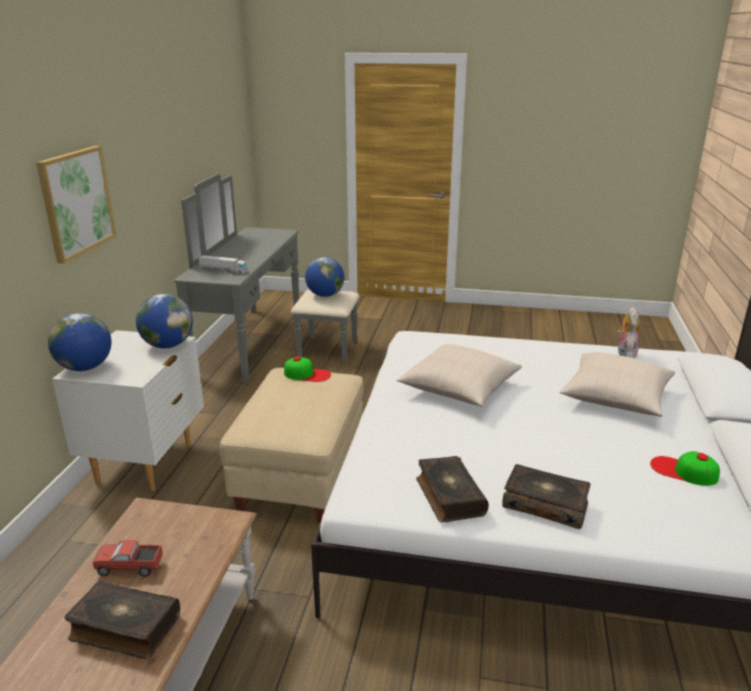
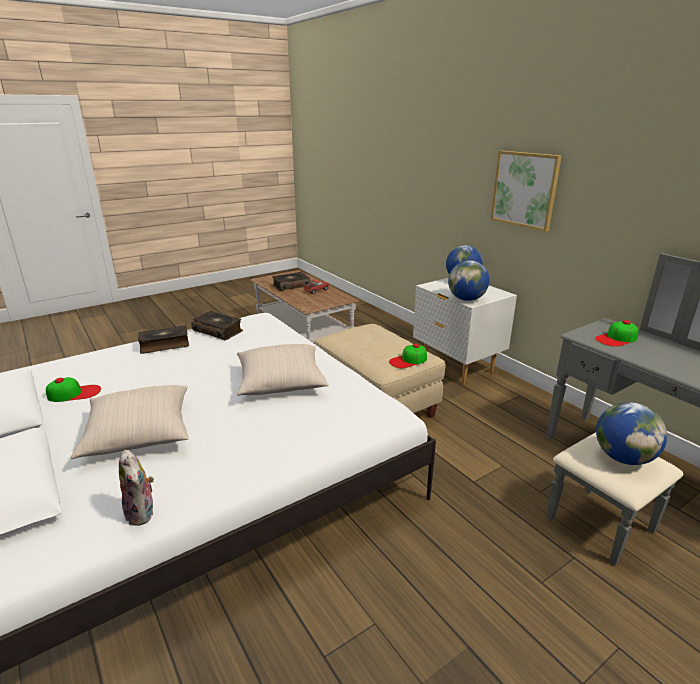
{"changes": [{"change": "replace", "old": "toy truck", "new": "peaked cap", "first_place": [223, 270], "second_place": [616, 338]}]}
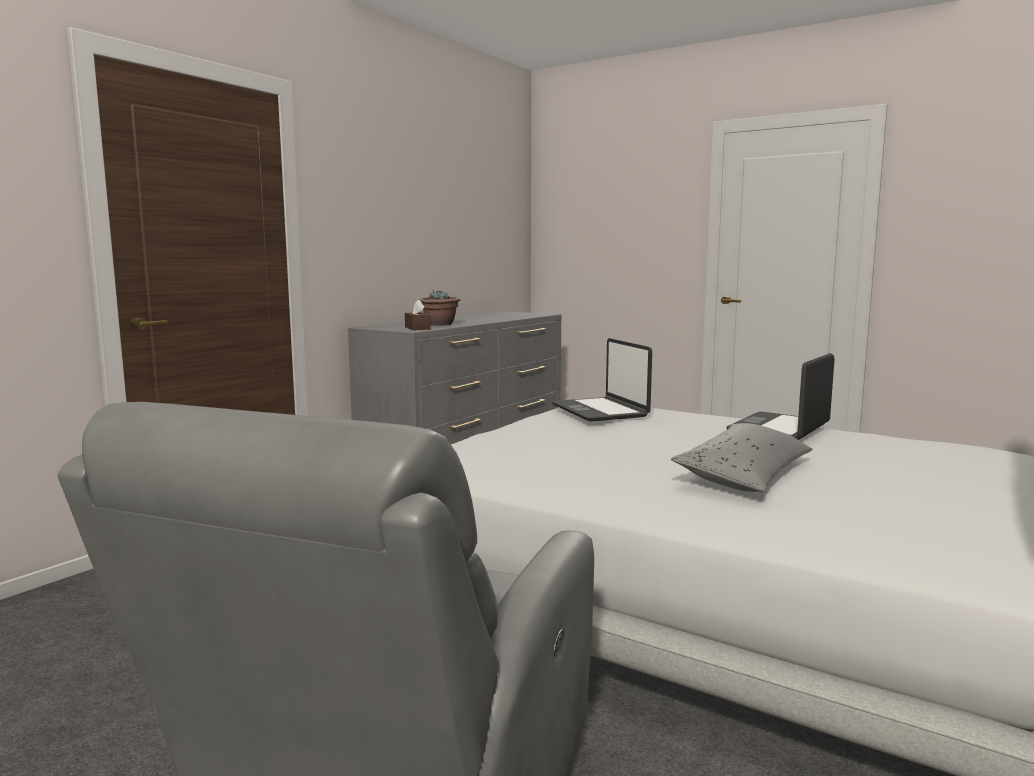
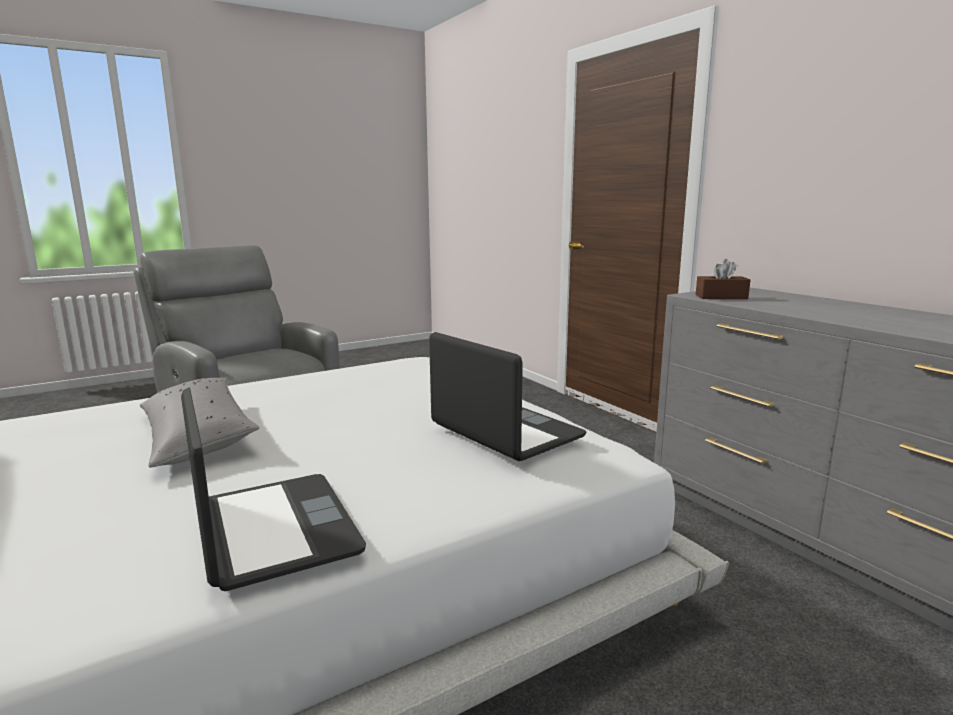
{"changes": [{"change": "rotate", "old": "laptop", "first_place": [600, 411], "second_place": [505, 432], "degrees": 45}, {"change": "delete", "old": "plant in a pot", "first_place": [439, 324]}]}
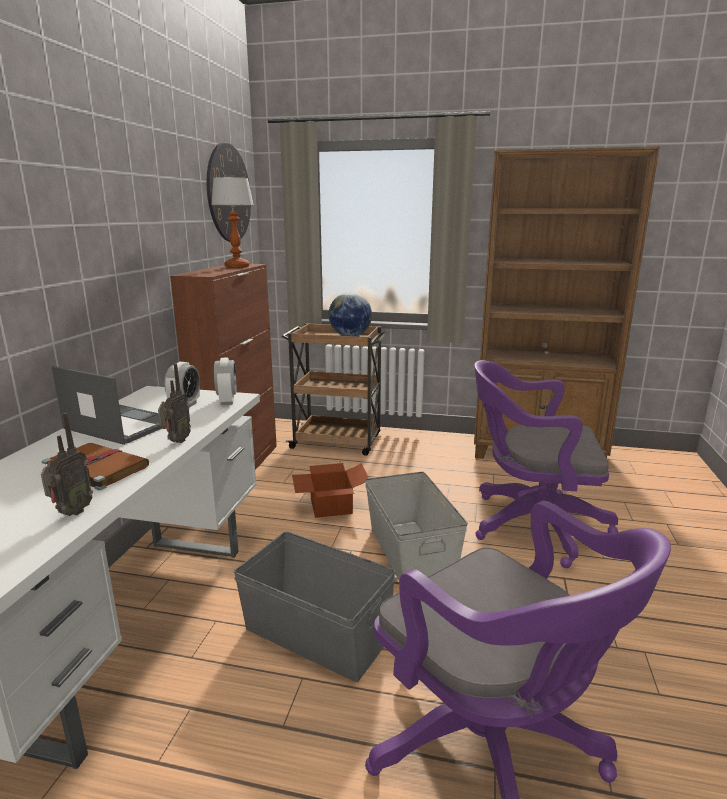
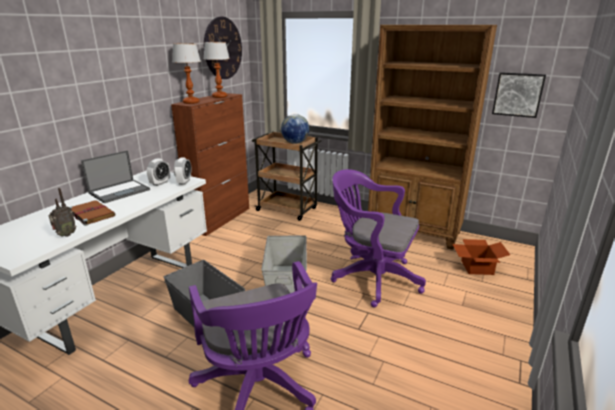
{"changes": [{"change": "rotate", "old": "laptop", "first_place": [120, 425], "second_place": [120, 191], "degrees": 90}, {"change": "insert", "new": "tabletop lamp", "second_place": [191, 102]}, {"change": "move", "old": "cardboard box", "first_place": [329, 505], "second_place": [476, 267]}, {"change": "insert", "new": "wall art", "second_place": [518, 94]}, {"change": "delete", "old": "radio", "first_place": [176, 441]}]}
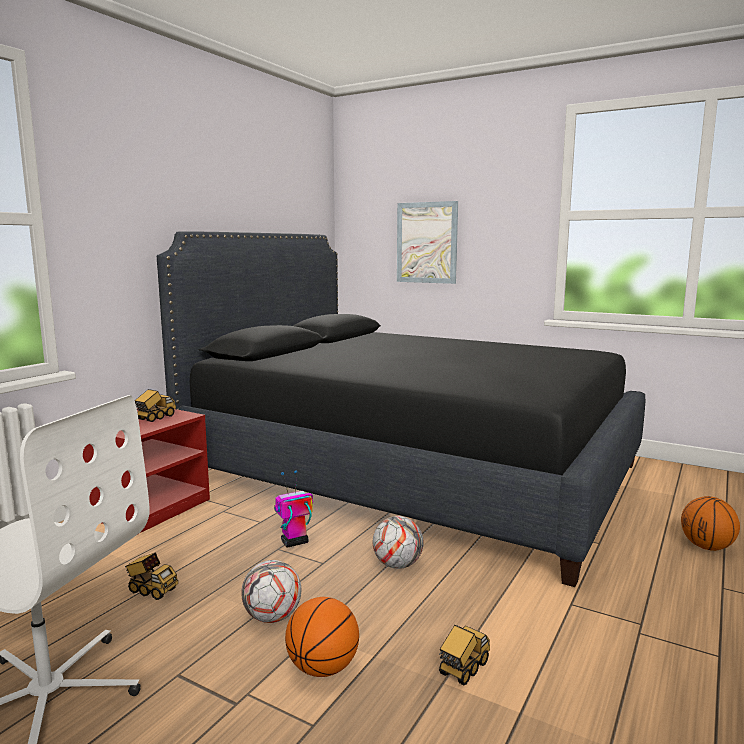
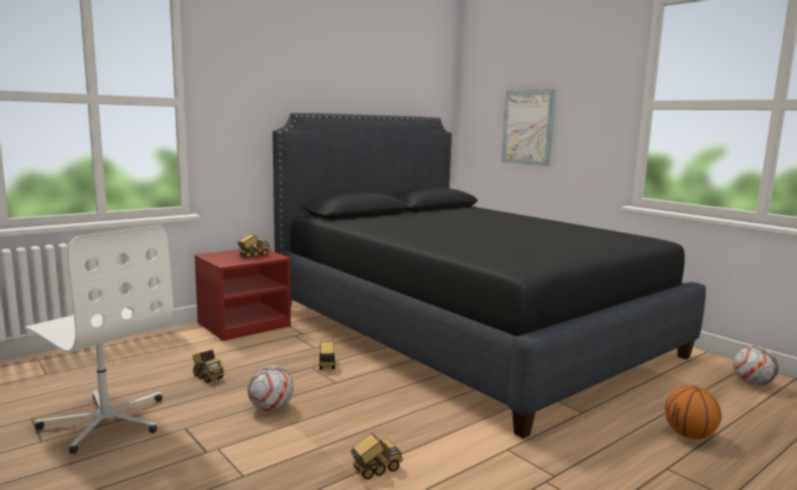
{"changes": [{"change": "replace", "old": "toy robot", "new": "toy truck", "first_place": [294, 542], "second_place": [327, 365]}, {"change": "move", "old": "football ball", "first_place": [397, 565], "second_place": [752, 383]}, {"change": "delete", "old": "ball for basketball", "first_place": [323, 668]}]}
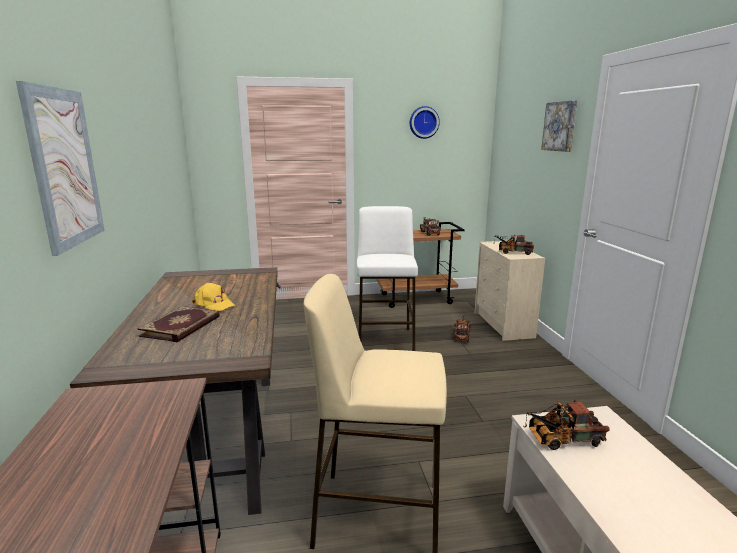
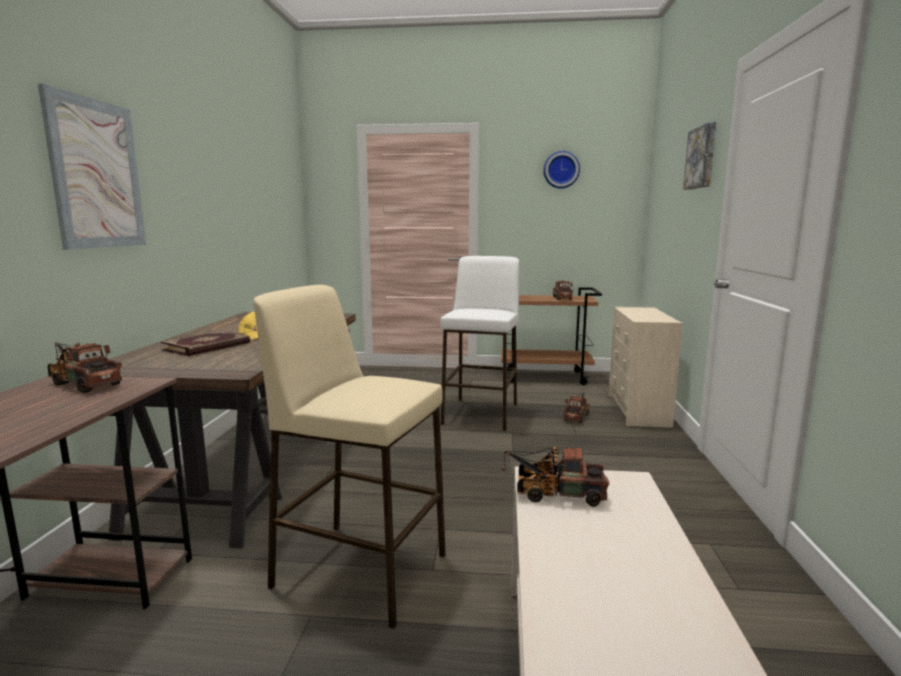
{"changes": [{"change": "move", "old": "toy truck", "first_place": [512, 252], "second_place": [83, 383]}]}
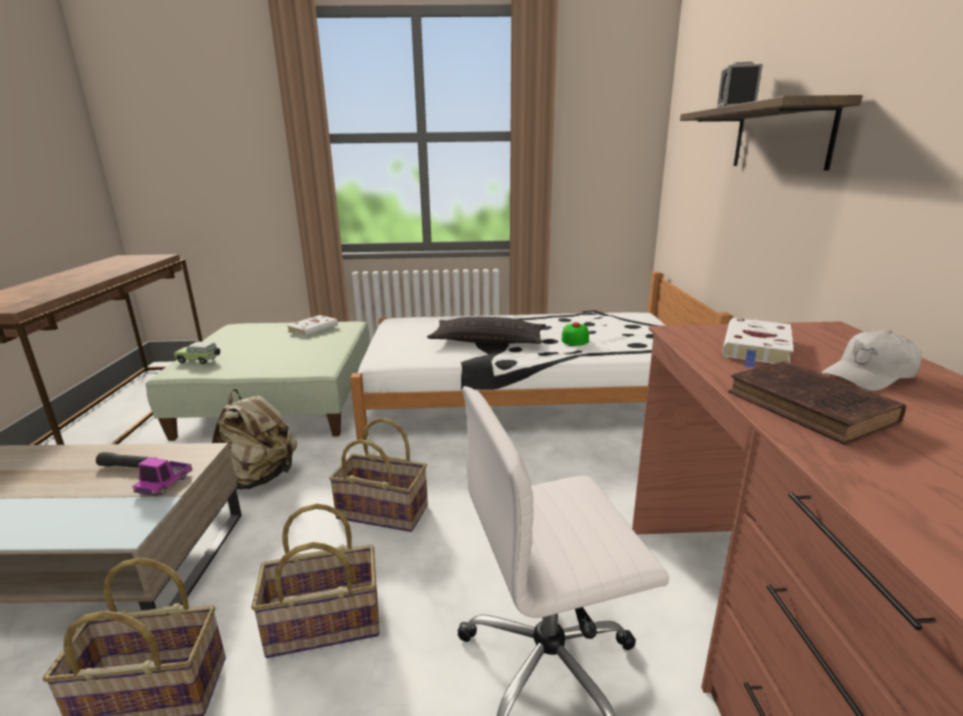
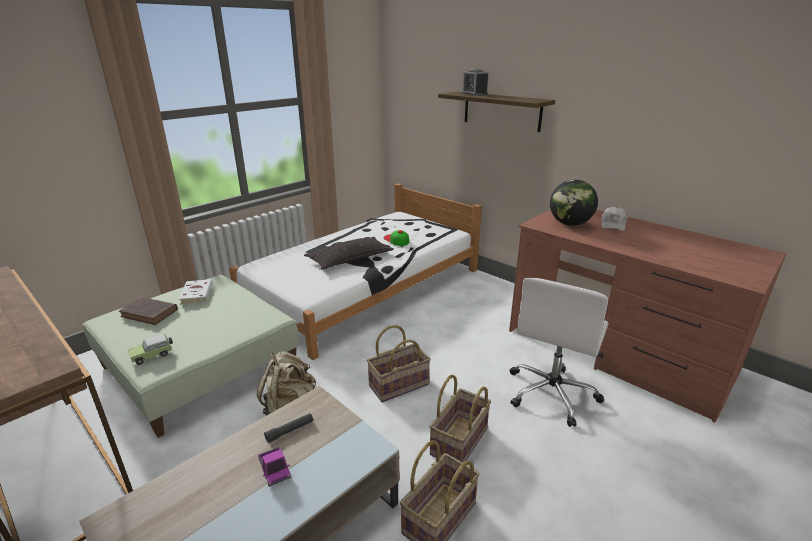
{"changes": [{"change": "move", "old": "brown-coloured volume", "first_place": [812, 409], "second_place": [150, 313]}, {"change": "move", "old": "toy truck", "first_place": [165, 484], "second_place": [274, 470]}, {"change": "replace", "old": "white-coloured volume", "new": "globe", "first_place": [757, 348], "second_place": [570, 224]}]}
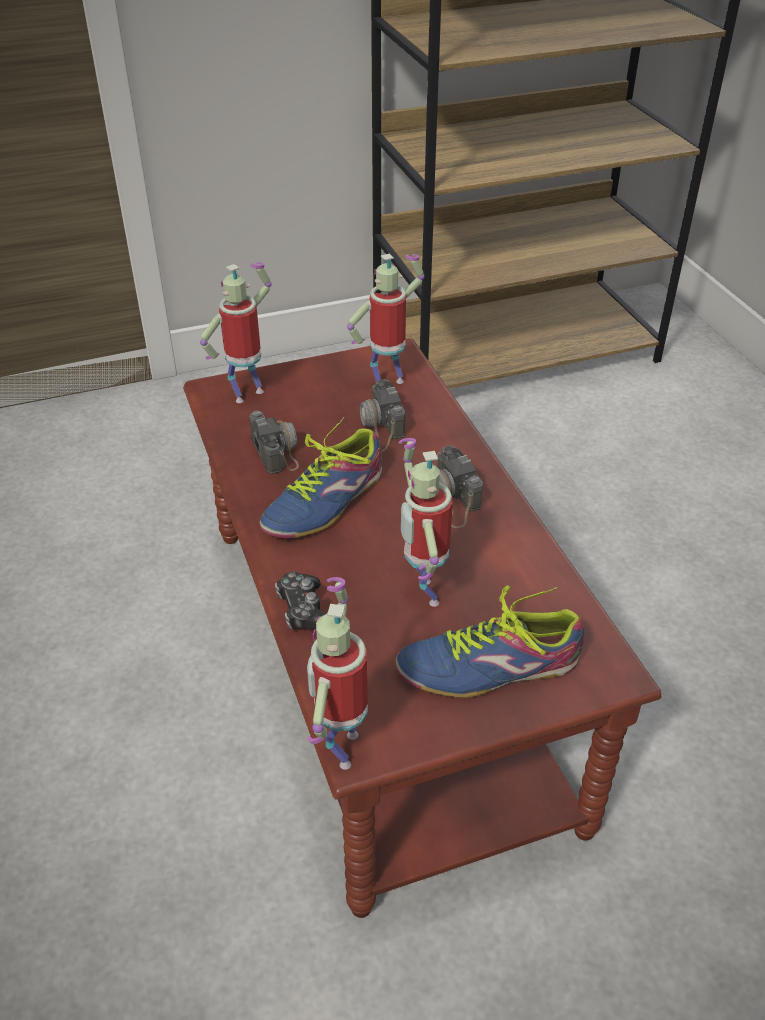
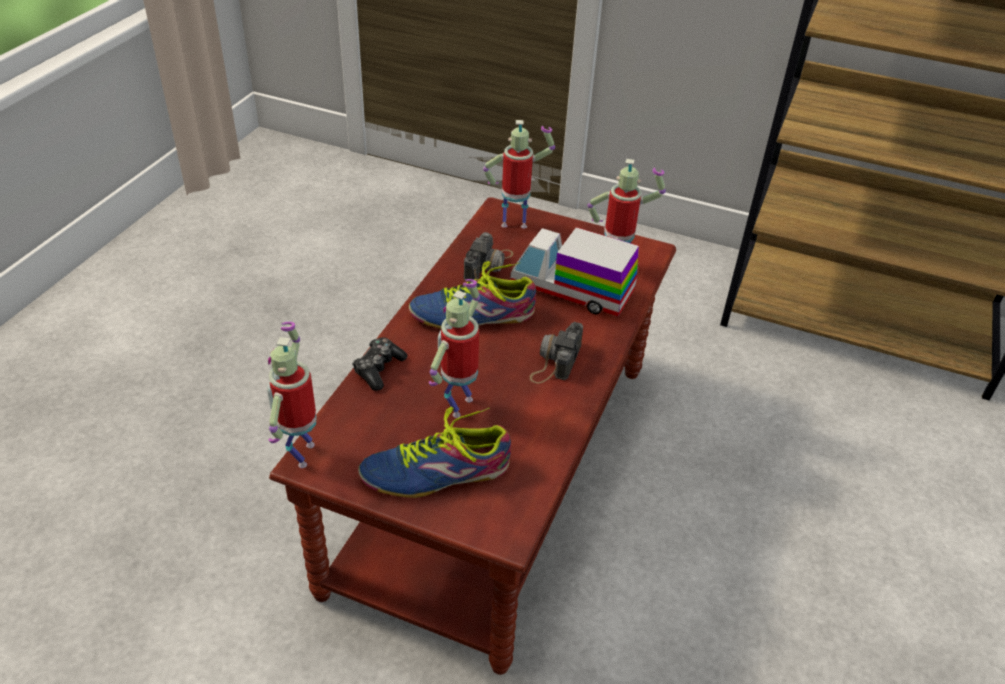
{"changes": [{"change": "rotate", "old": "toy robot", "first_place": [341, 747], "second_place": [301, 453], "degrees": -45}, {"change": "rotate", "old": "item of footwear", "first_place": [489, 667], "second_place": [437, 473], "degrees": -45}, {"change": "replace", "old": "still camera", "new": "toy truck", "first_place": [380, 425], "second_place": [571, 290]}]}
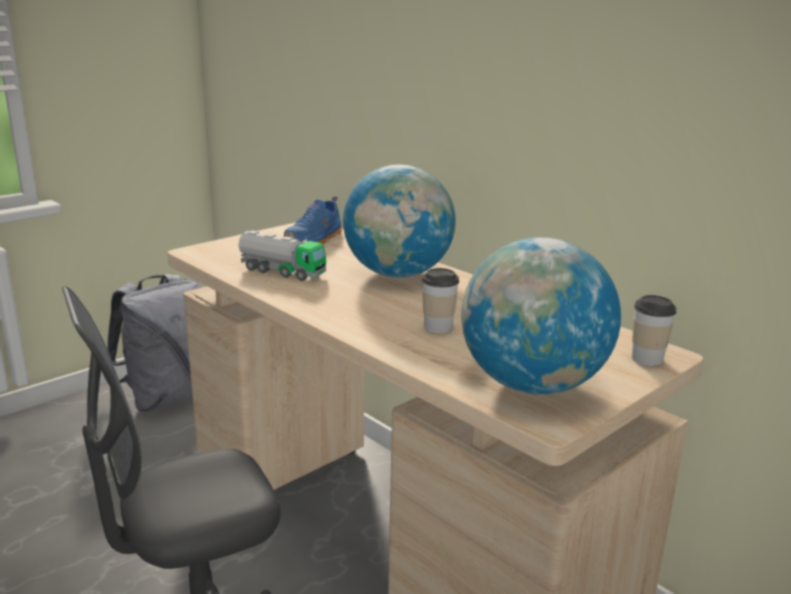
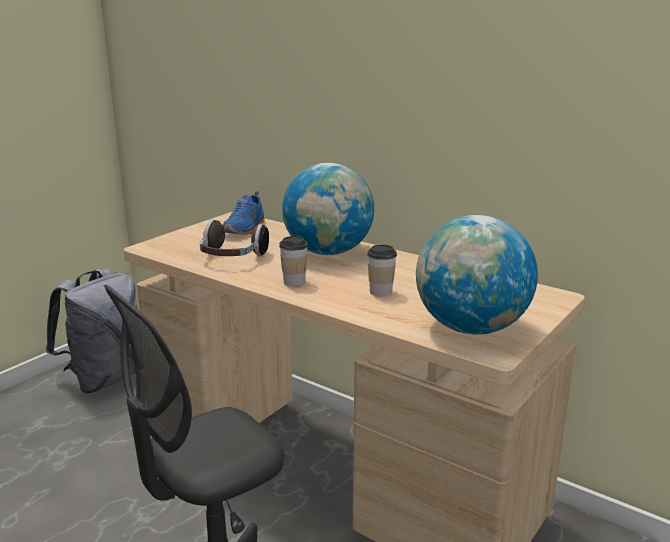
{"changes": [{"change": "replace", "old": "toy truck", "new": "pair of headphones", "first_place": [281, 271], "second_place": [232, 258]}, {"change": "move", "old": "cup", "first_place": [647, 359], "second_place": [294, 282]}]}
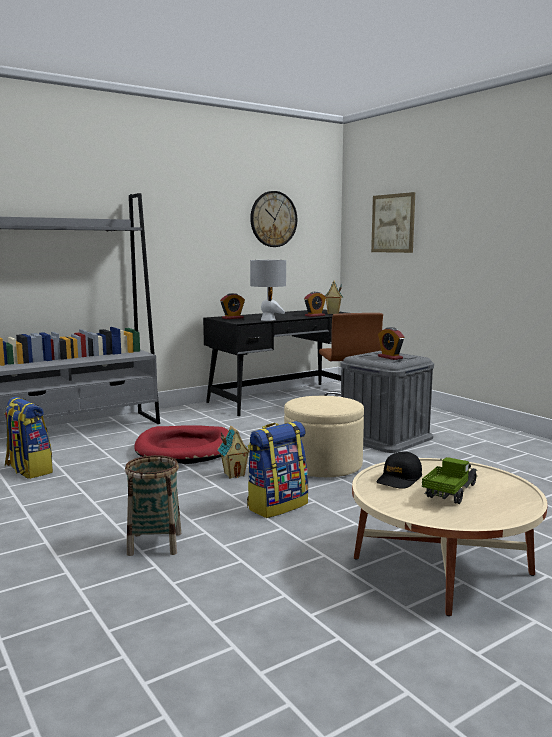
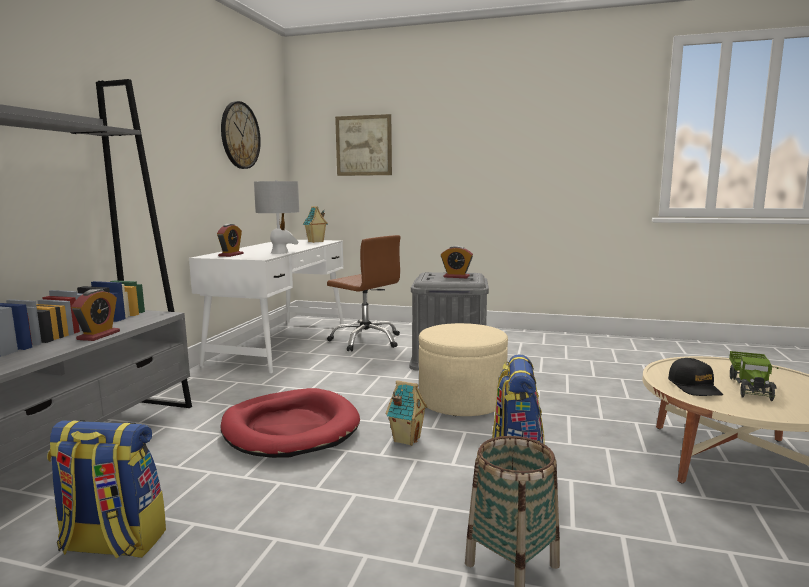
{"changes": [{"change": "move", "old": "bedside clock", "first_place": [314, 315], "second_place": [98, 335]}, {"change": "recolor", "old": "black-coloured desk unit", "new": "white-coloured desk unit", "first_place": [283, 398], "second_place": [281, 343]}, {"change": "rotate", "old": "toy truck", "first_place": [450, 493], "second_place": [751, 387], "degrees": -150}]}
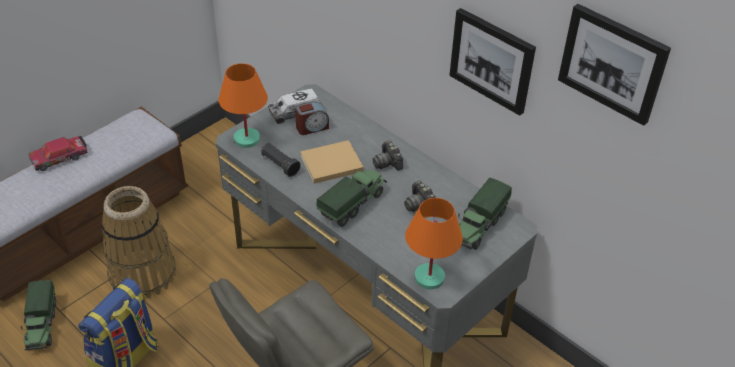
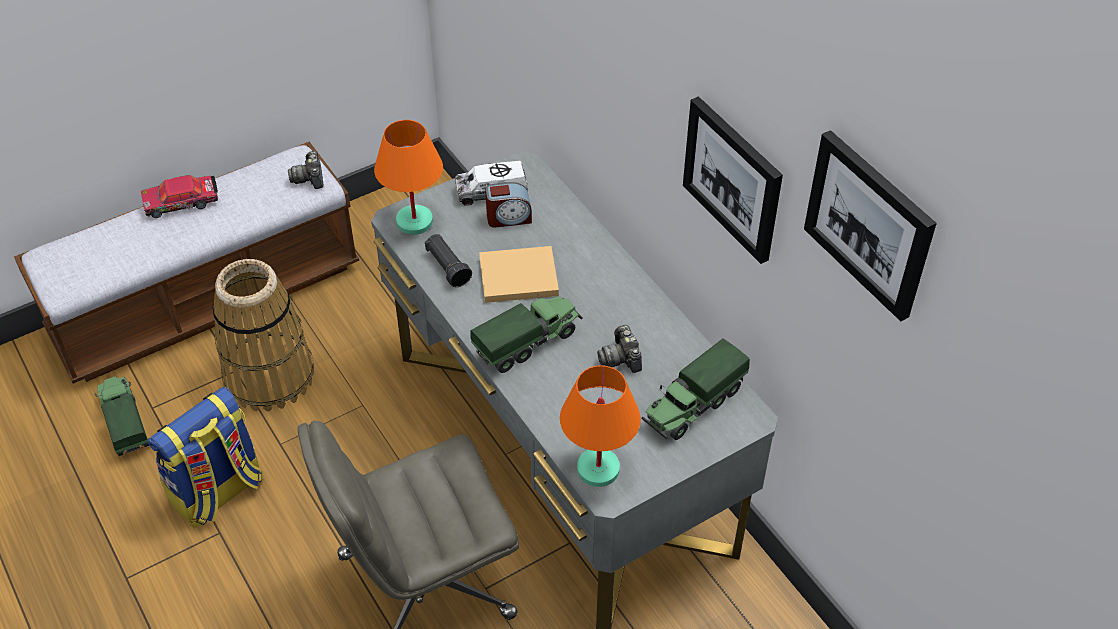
{"changes": [{"change": "rotate", "old": "toy truck", "first_place": [42, 325], "second_place": [125, 423], "degrees": 150}, {"change": "move", "old": "still camera", "first_place": [388, 163], "second_place": [309, 178]}]}
